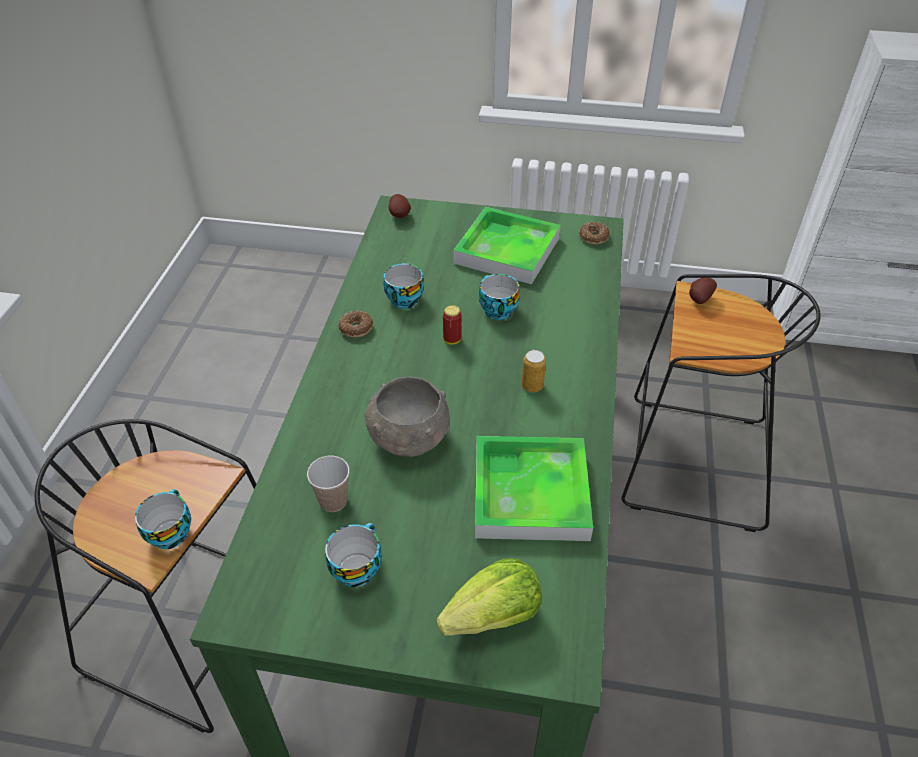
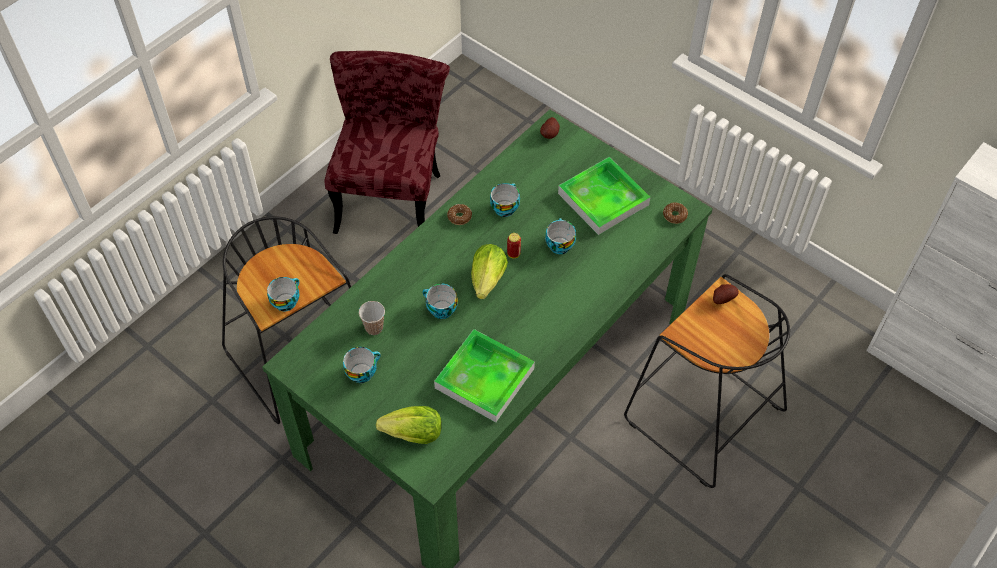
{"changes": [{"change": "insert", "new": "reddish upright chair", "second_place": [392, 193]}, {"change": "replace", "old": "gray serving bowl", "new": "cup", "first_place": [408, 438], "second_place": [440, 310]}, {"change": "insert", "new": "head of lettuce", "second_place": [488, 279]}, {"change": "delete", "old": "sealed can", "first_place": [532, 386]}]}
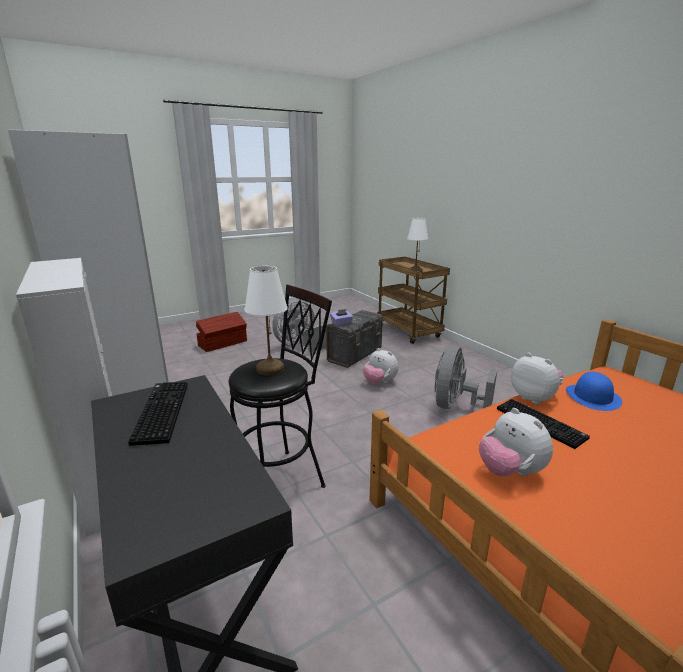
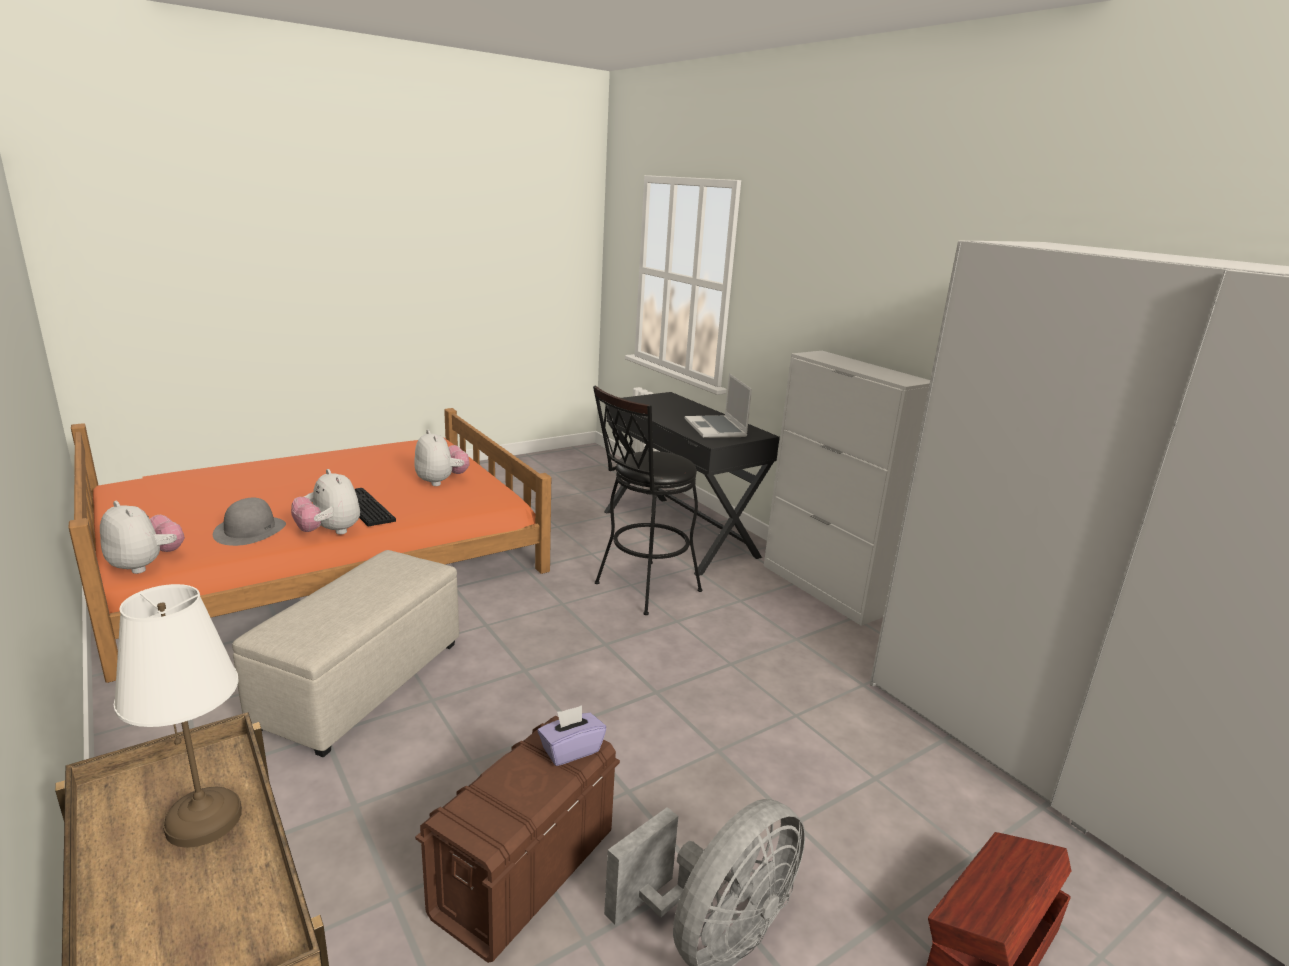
{"changes": [{"change": "move", "old": "soft toy", "first_place": [379, 382], "second_place": [146, 565]}, {"change": "recolor", "old": "bluish wearable hat", "new": "gray wearable hat", "first_place": [592, 397], "second_place": [250, 530]}, {"change": "replace", "old": "gray electric fan", "new": "sand-coloured ottoman", "first_place": [455, 405], "second_place": [363, 682]}, {"change": "recolor", "old": "gray storage bin", "new": "brown-coloured storage bin", "first_place": [355, 354], "second_place": [523, 873]}, {"change": "replace", "old": "keyboard", "new": "laptop", "first_place": [160, 411], "second_place": [716, 429]}, {"change": "delete", "old": "white-coloured tabletop lamp", "first_place": [269, 369]}]}
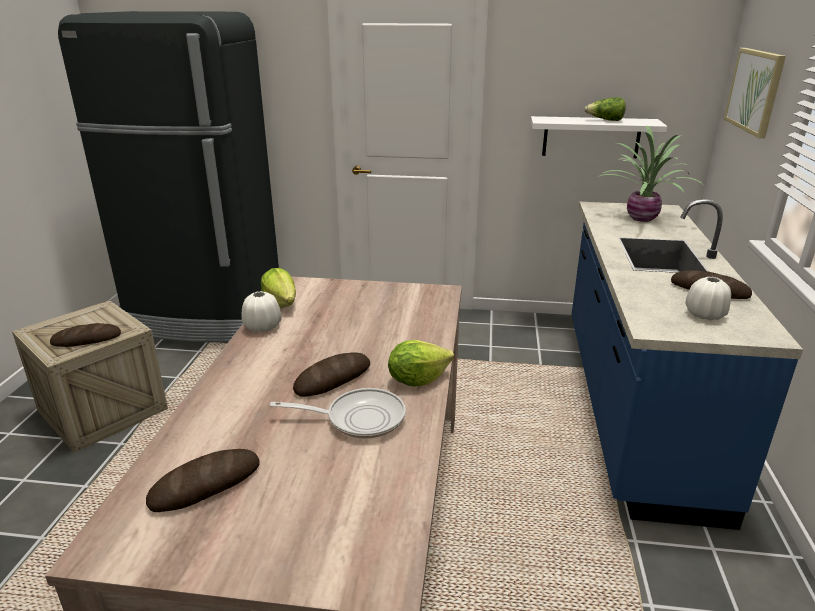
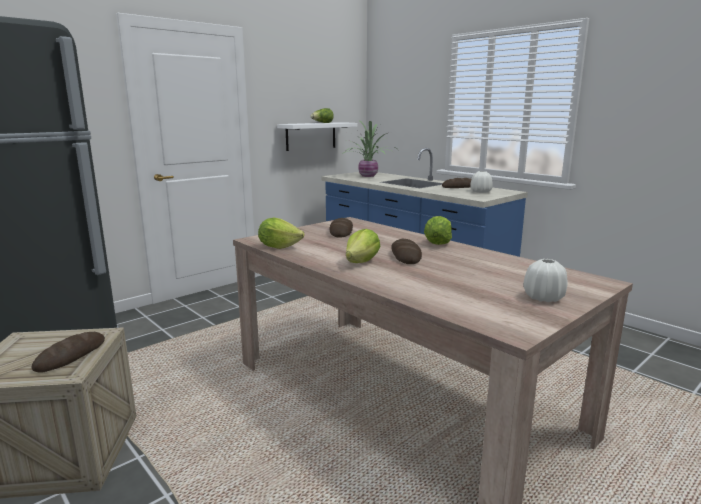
{"changes": [{"change": "move", "old": "baked bread", "first_place": [205, 485], "second_place": [341, 231]}, {"change": "insert", "new": "head of lettuce", "second_place": [362, 262]}, {"change": "move", "old": "white-coloured vase", "first_place": [263, 327], "second_place": [543, 298]}, {"change": "delete", "old": "pan", "first_place": [359, 418]}, {"change": "delete", "old": "wall art", "first_place": [754, 91]}]}
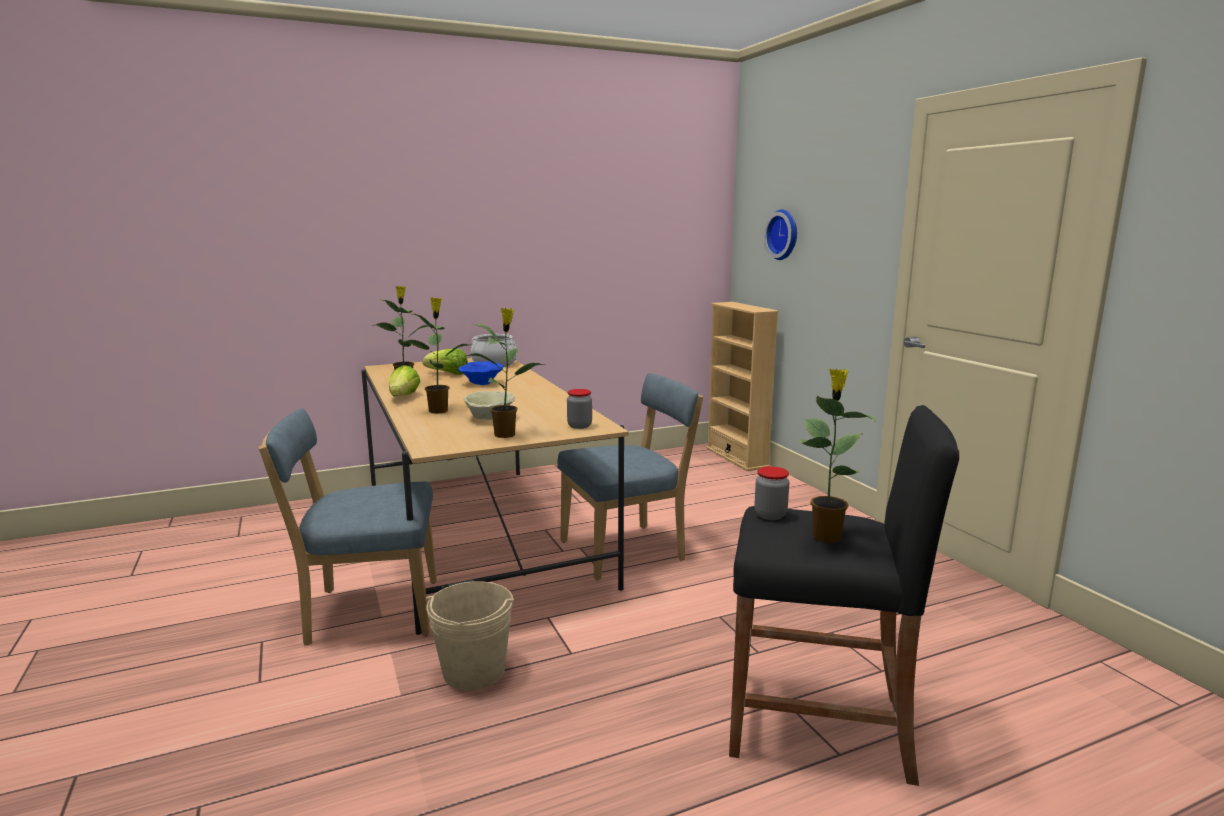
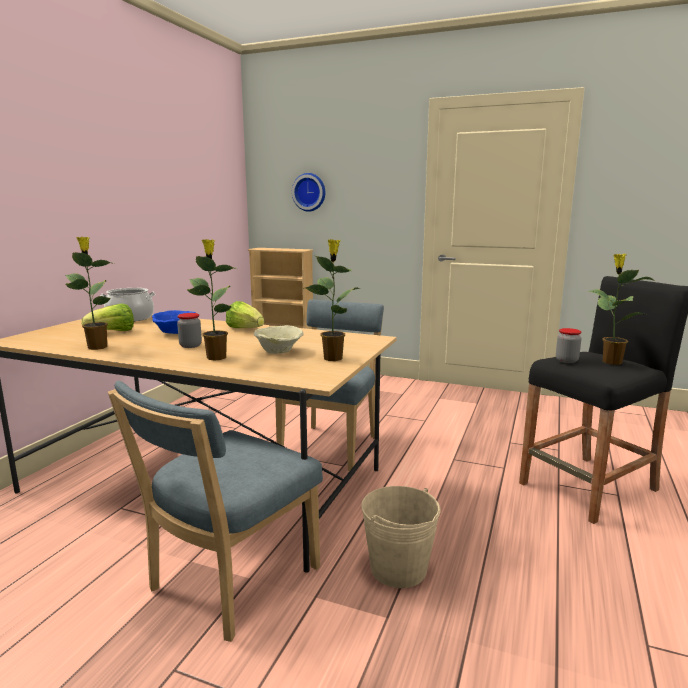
{"changes": [{"change": "move", "old": "storage jar", "first_place": [579, 426], "second_place": [190, 346]}, {"change": "move", "old": "head of lettuce", "first_place": [403, 397], "second_place": [245, 329]}]}
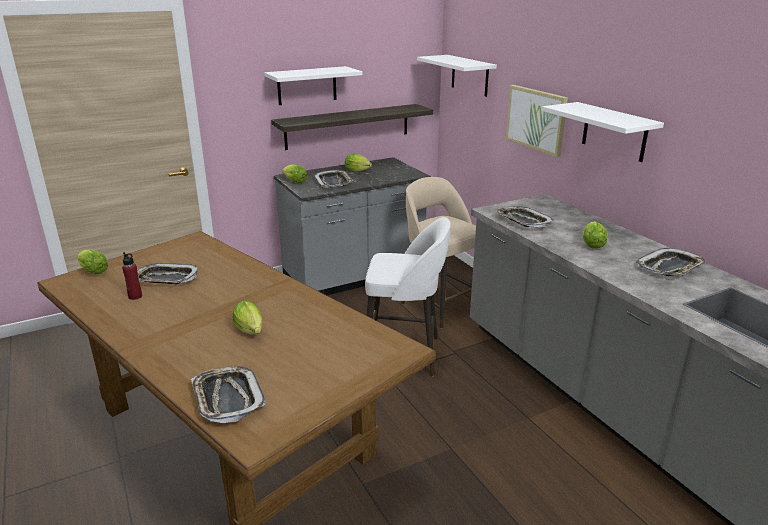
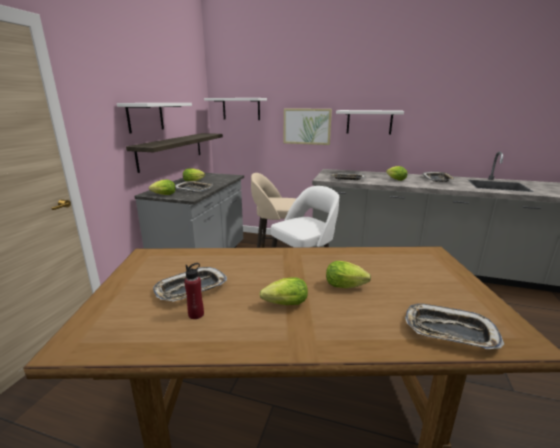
{"changes": [{"change": "move", "old": "head of lettuce", "first_place": [92, 271], "second_place": [283, 304]}]}
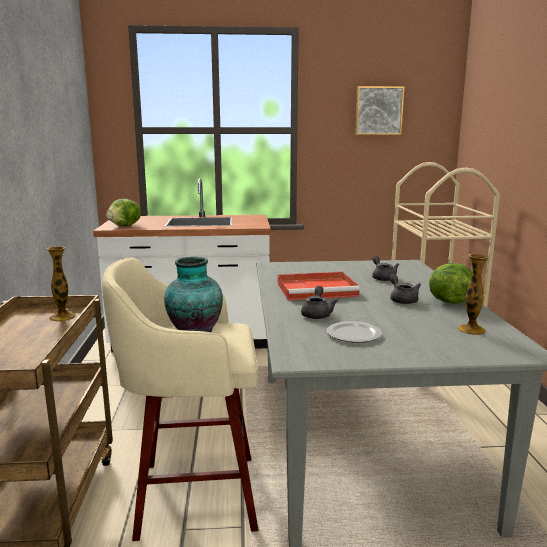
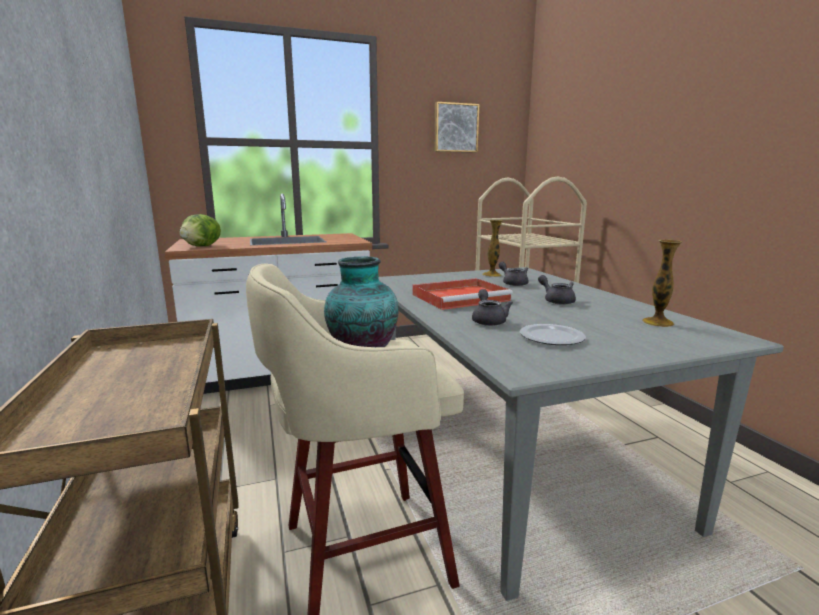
{"changes": [{"change": "move", "old": "vase", "first_place": [62, 317], "second_place": [491, 275]}, {"change": "delete", "old": "head of lettuce", "first_place": [448, 301]}]}
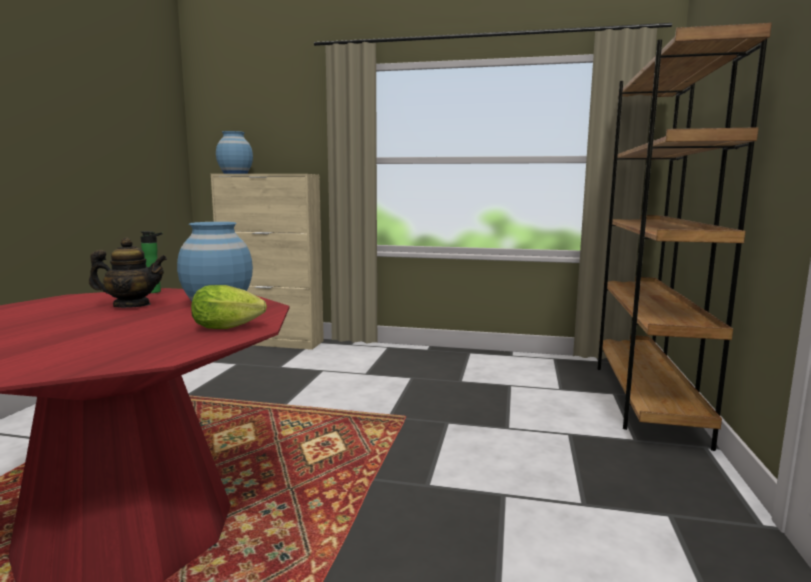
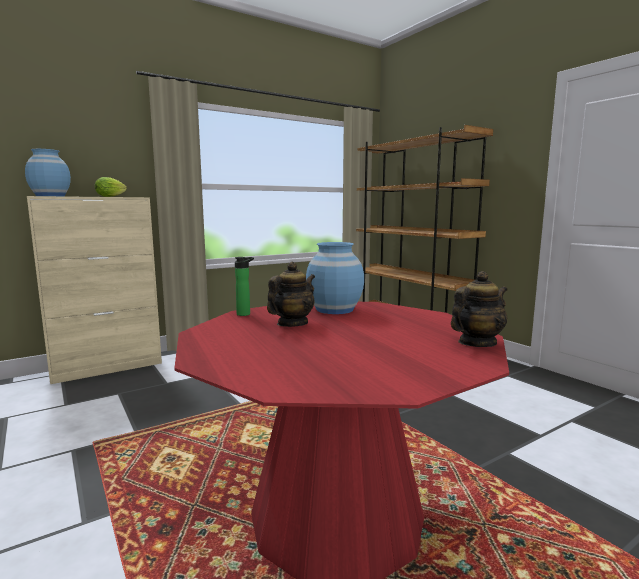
{"changes": [{"change": "move", "old": "head of lettuce", "first_place": [231, 328], "second_place": [112, 196]}, {"change": "insert", "new": "tea pot", "second_place": [476, 343]}]}
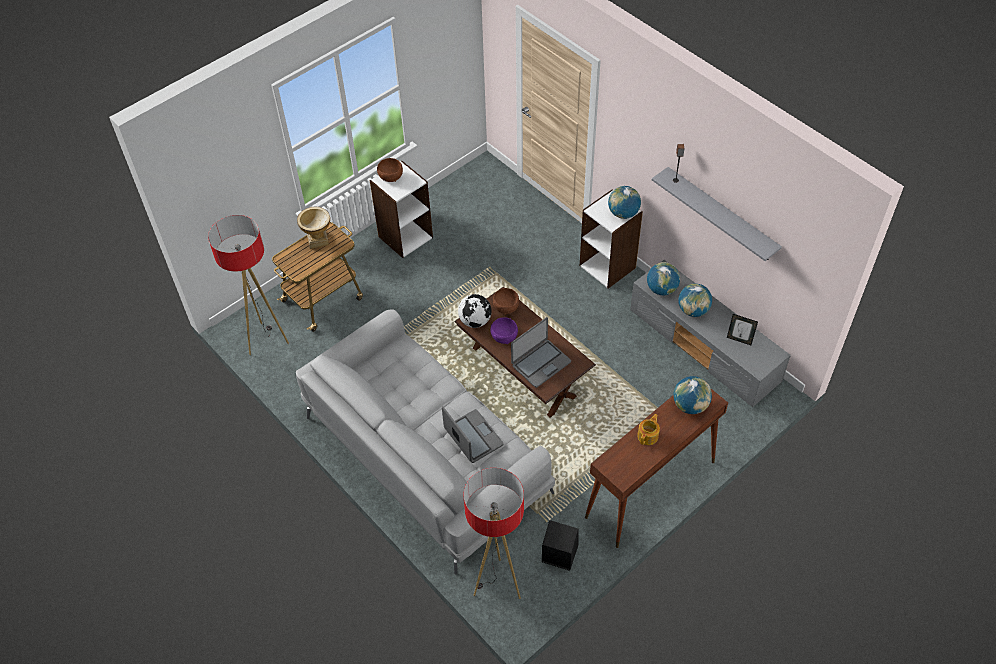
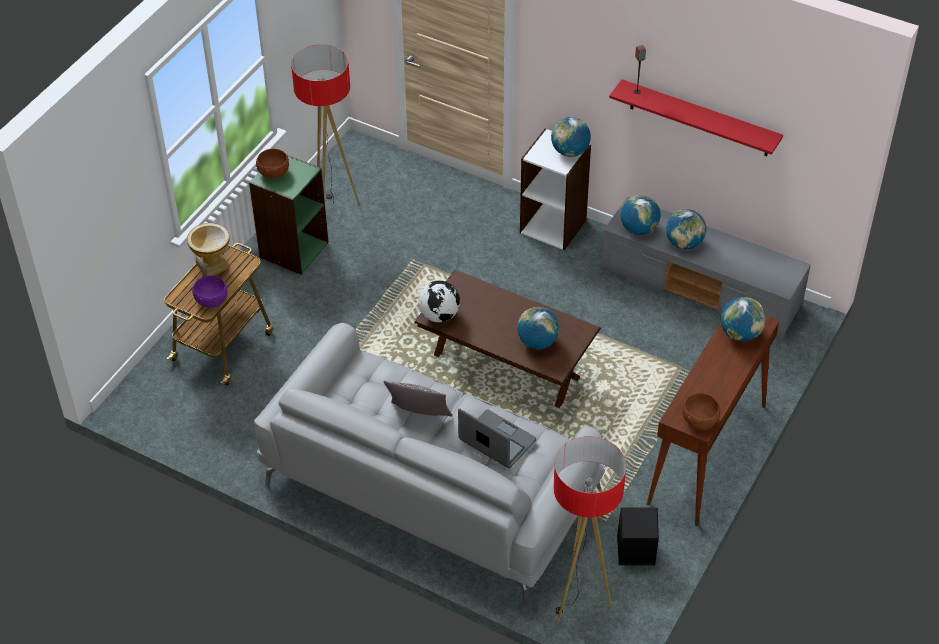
{"changes": [{"change": "move", "old": "purple serving bowl", "first_place": [504, 336], "second_place": [211, 300]}, {"change": "recolor", "old": "white-coloured bookcase", "new": "greenish bookcase", "first_place": [405, 236], "second_place": [293, 249]}, {"change": "move", "old": "standard lamp", "first_place": [266, 340], "second_place": [333, 208]}, {"change": "insert", "new": "throw pillow", "second_place": [419, 416]}, {"change": "replace", "old": "laptop", "new": "globe", "first_place": [540, 363], "second_place": [537, 342]}, {"change": "recolor", "old": "gray shelf", "new": "reddish shelf", "first_place": [721, 215], "second_place": [699, 119]}, {"change": "move", "old": "brown-coloured serving bowl", "first_place": [506, 307], "second_place": [699, 420]}, {"change": "delete", "old": "tea pot", "first_place": [648, 436]}, {"change": "delete", "old": "picture frame", "first_place": [739, 340]}]}
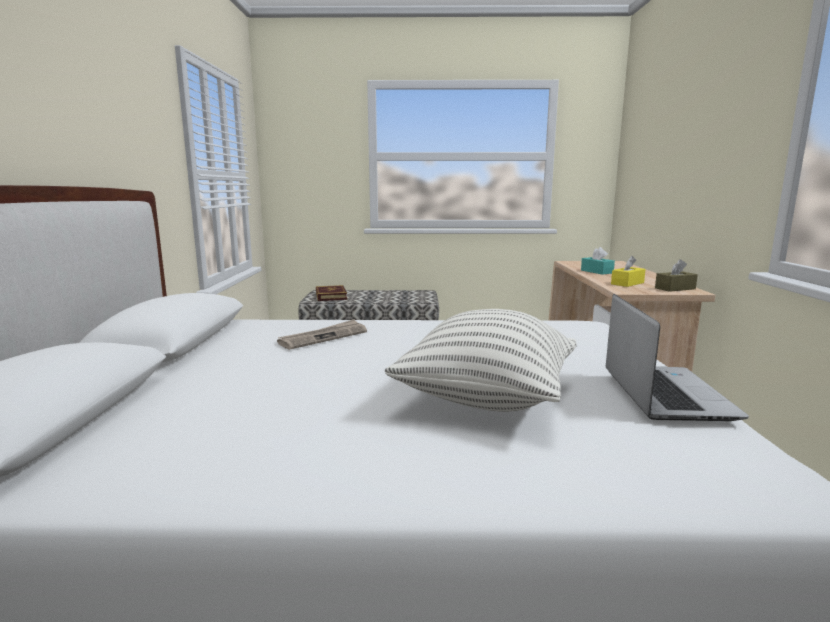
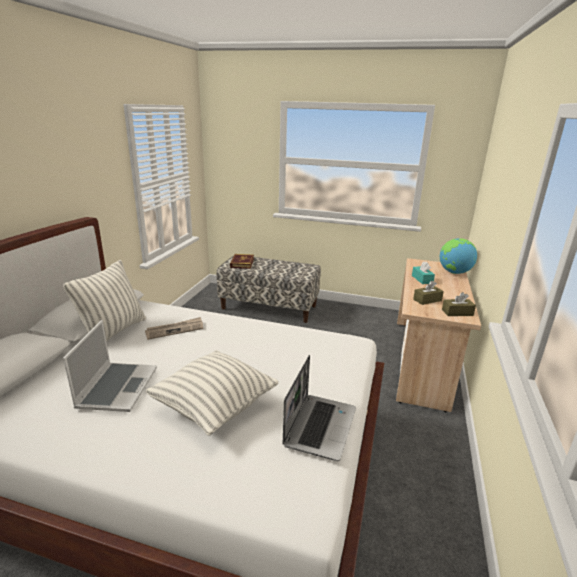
{"changes": [{"change": "insert", "new": "throw pillow", "second_place": [114, 332]}, {"change": "insert", "new": "laptop", "second_place": [117, 387]}, {"change": "recolor", "old": "yellow-coloured tissue holder", "new": "brown-coloured tissue holder", "first_place": [627, 283], "second_place": [427, 300]}, {"change": "insert", "new": "globe", "second_place": [454, 272]}]}
